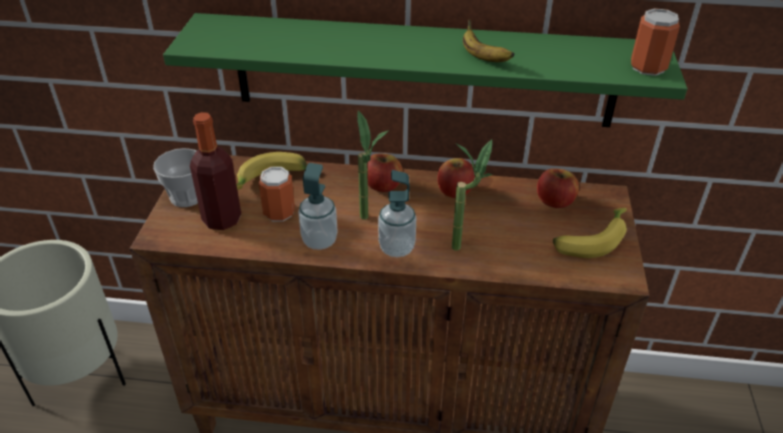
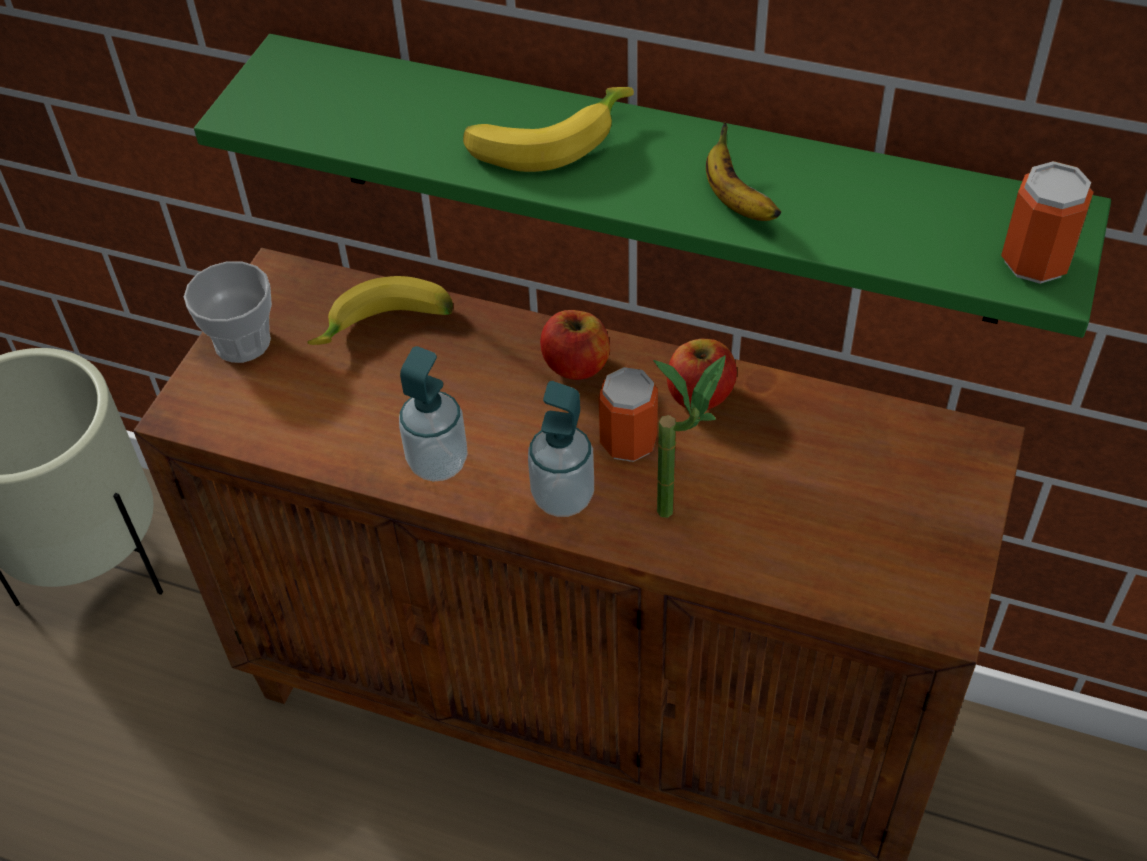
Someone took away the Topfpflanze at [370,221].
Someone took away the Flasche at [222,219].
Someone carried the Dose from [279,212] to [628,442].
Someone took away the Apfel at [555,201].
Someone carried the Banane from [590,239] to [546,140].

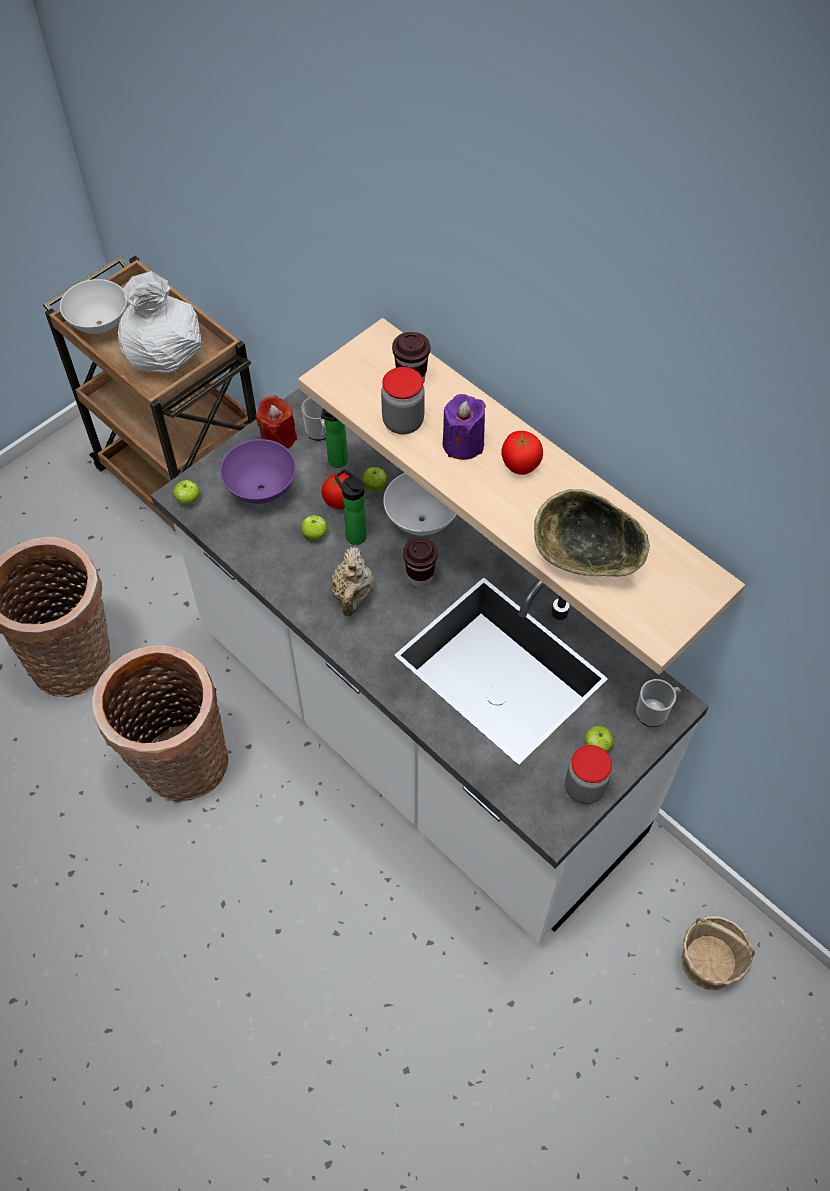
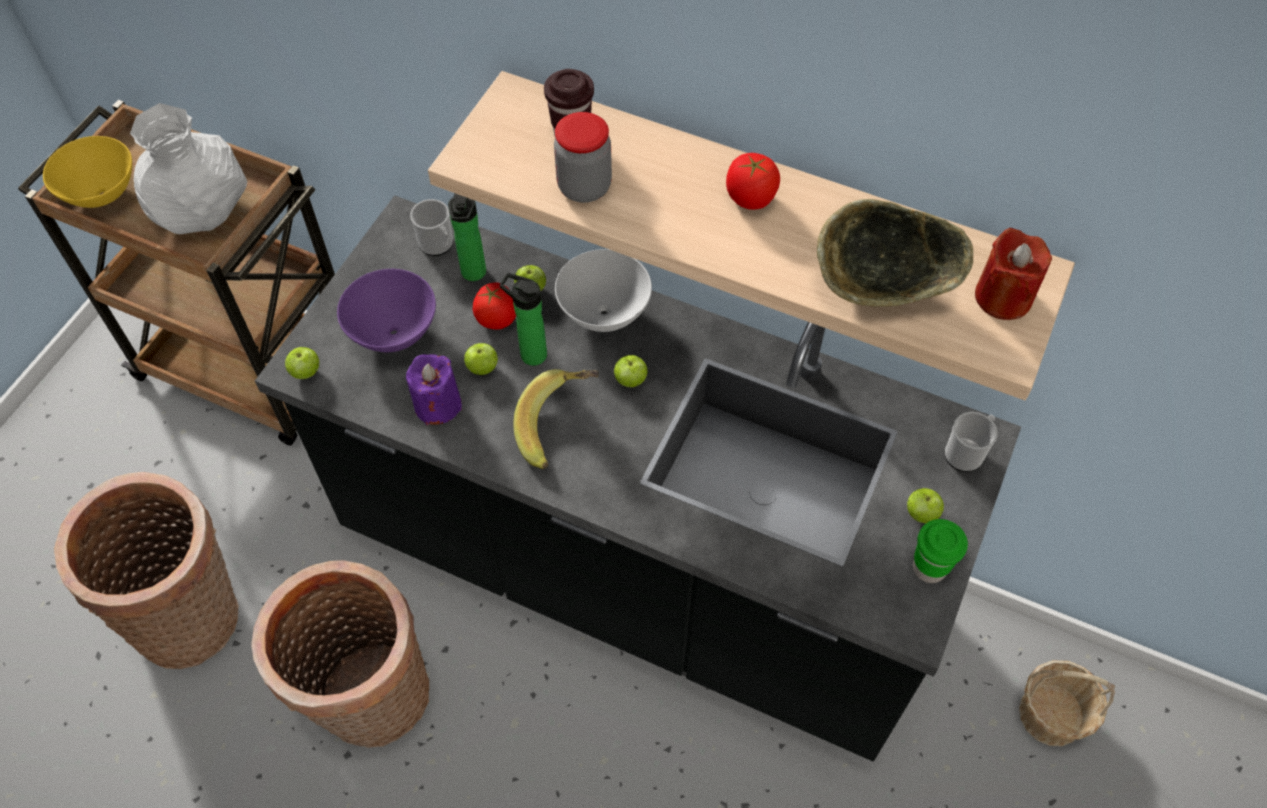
Someone repainted the Schüssel [weiß] at [100,324], which became the Schüssel [gelb] at [102,194].
Someone repainted the Küchenzeile [weiß] at [415,736], which became the Küchenzeile [schwarz] at [633,572].
Someone carried the Kerze [lila] from [463,444] to [437,405].
Someone carried the Kerze [rot] from [278,438] to [1003,297].
Someone swapped the Tasse [braun] at [420,577] for the Apfel at [630,380].
Someone swapped the Teekanne [beige] at [353,595] for the Banane at [560,426].
Someone swapped the Vorratsglas at [584,788] for the Tasse [grün] at [929,568].

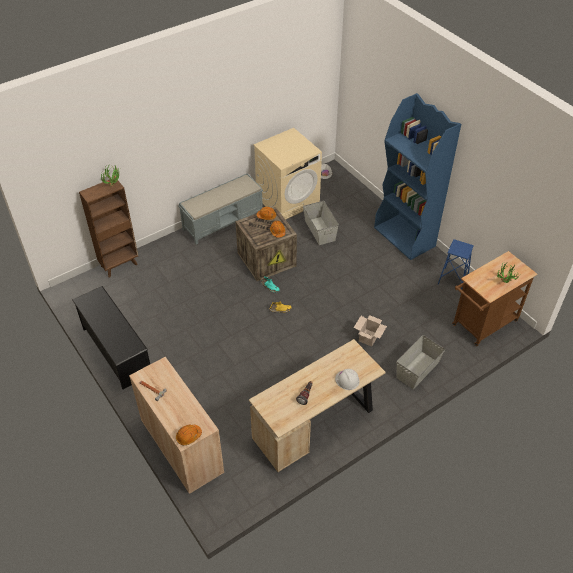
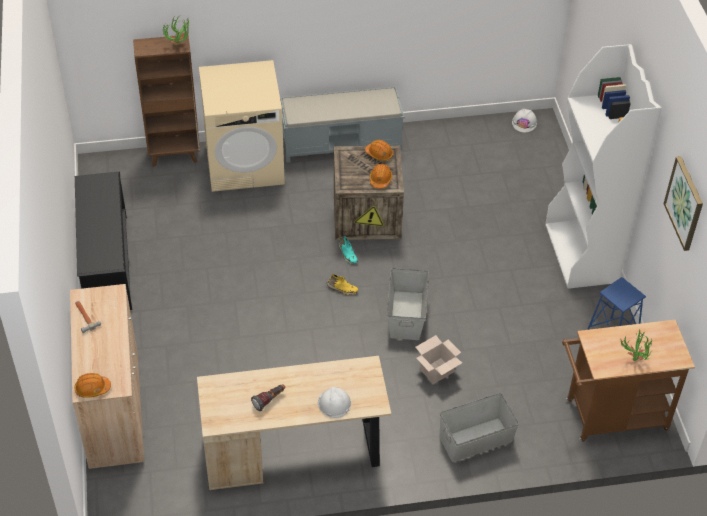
Someone repainted the Bücherregal [blau] at [405,237], which became the Bücherregal [weiß] at [581,254].
Someone carried the Waschmaschine [beige] from [288,200] to [245,164].
Someone carried the Aufbewahrungsbox [grau] from [319,231] to [406,315].
Someone put up the Bild at [685,203].

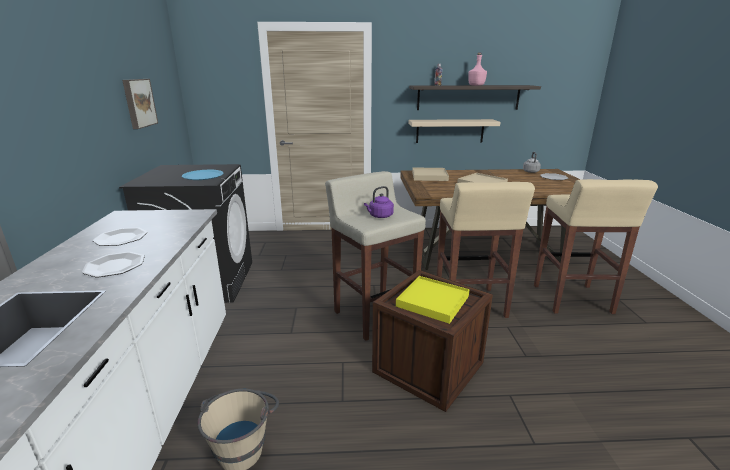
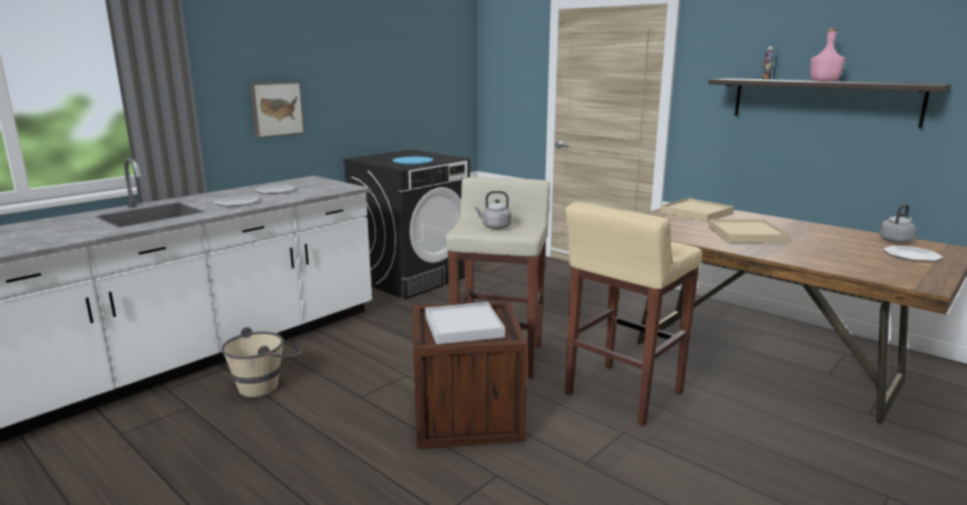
Someone carried the Bild from [138,103] to [276,109].
Someone took away the Wandregal [beige] at [450,131].
Someone took away the Hocker [beige] at [572,300].
Someone repainted the Wasserkessel [lila] at [379,216], which became the Wasserkessel [grau] at [494,227].
Someone repainted the Tablett [gelb] at [432,301], which became the Tablett [weiß] at [463,326].

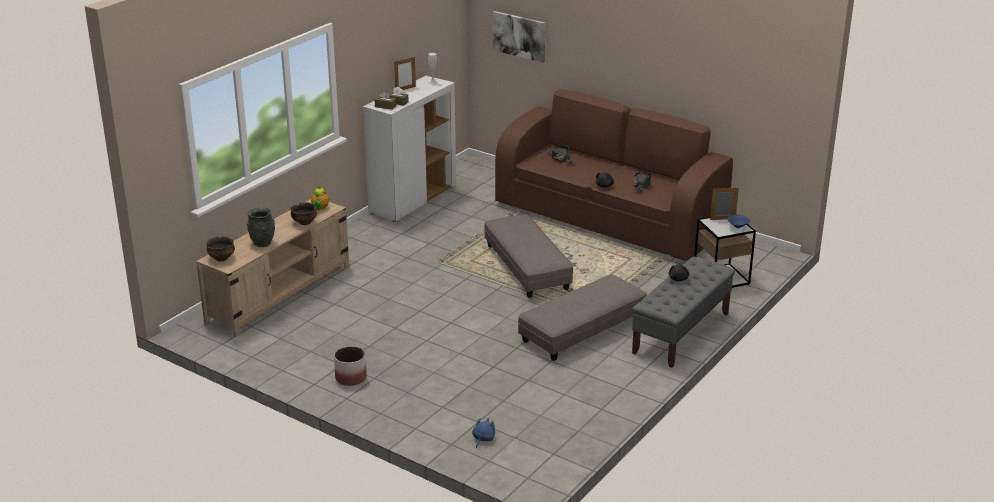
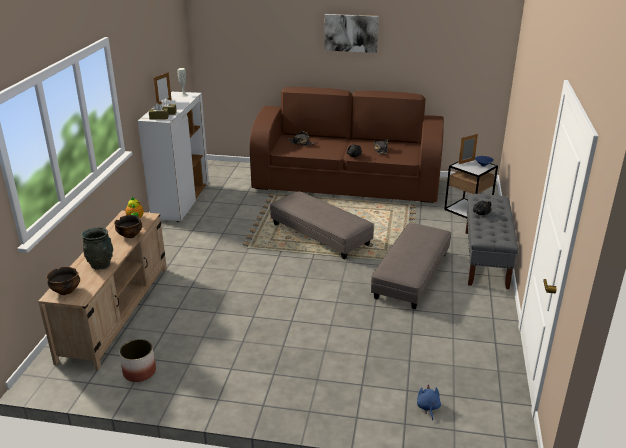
Someone carried the Bild from [519,36] to [351,33].
Someone carried the Pflanzkübel from [351,378] to [140,372].

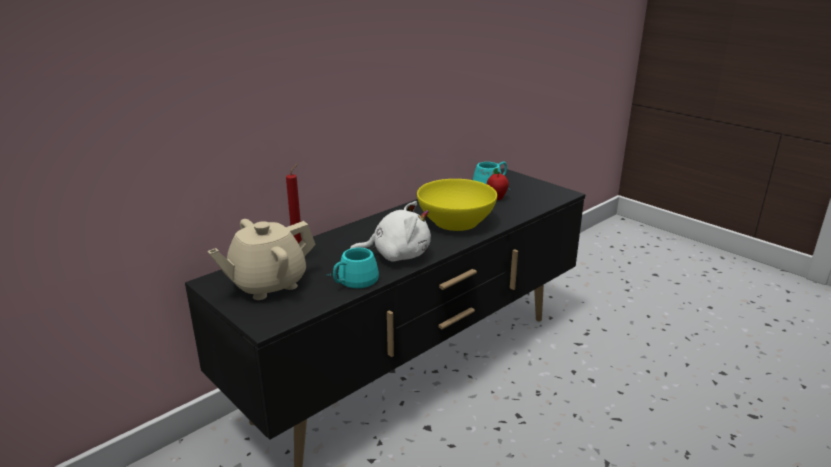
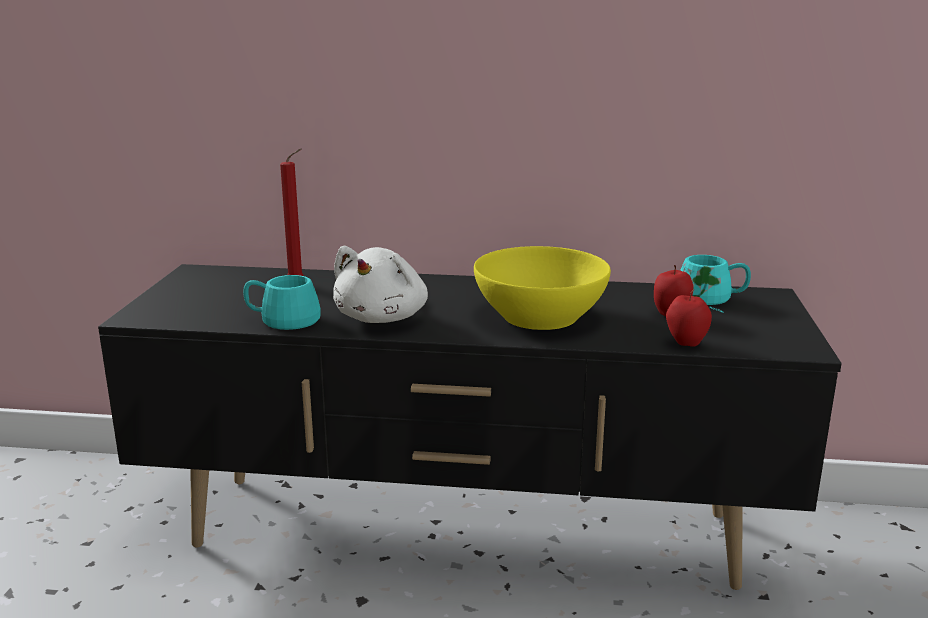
Someone rotated the Plüschtier [weiß] at [397,255] by 60 degrees clockwise.
Someone took away the Teekanne [beige] at [267,284].
Someone put down the Apfel at [686,343].

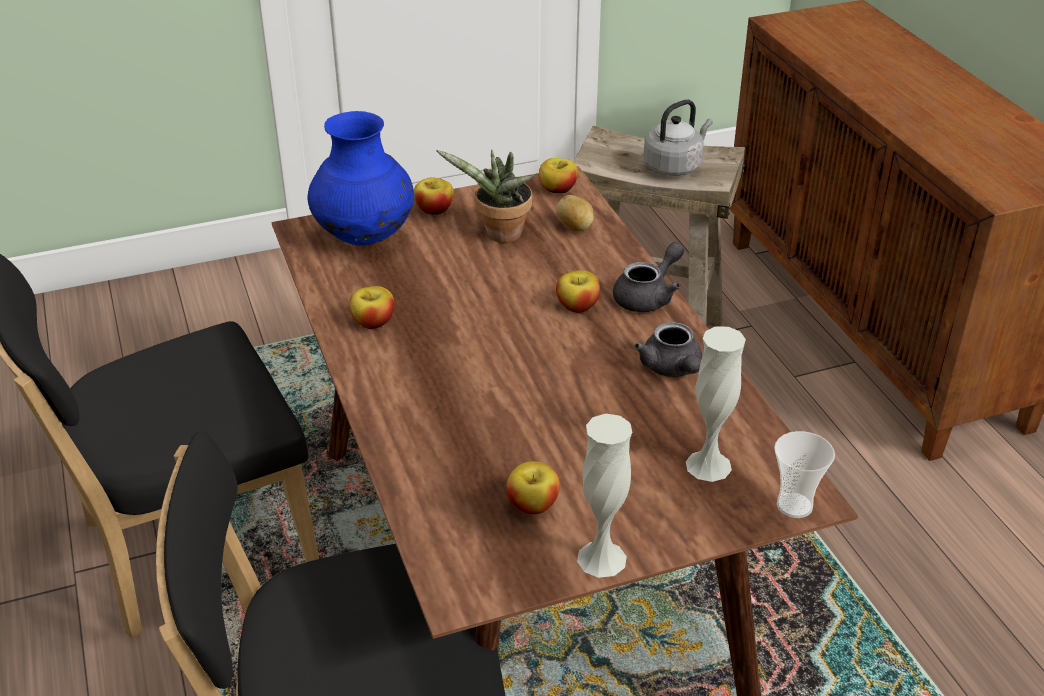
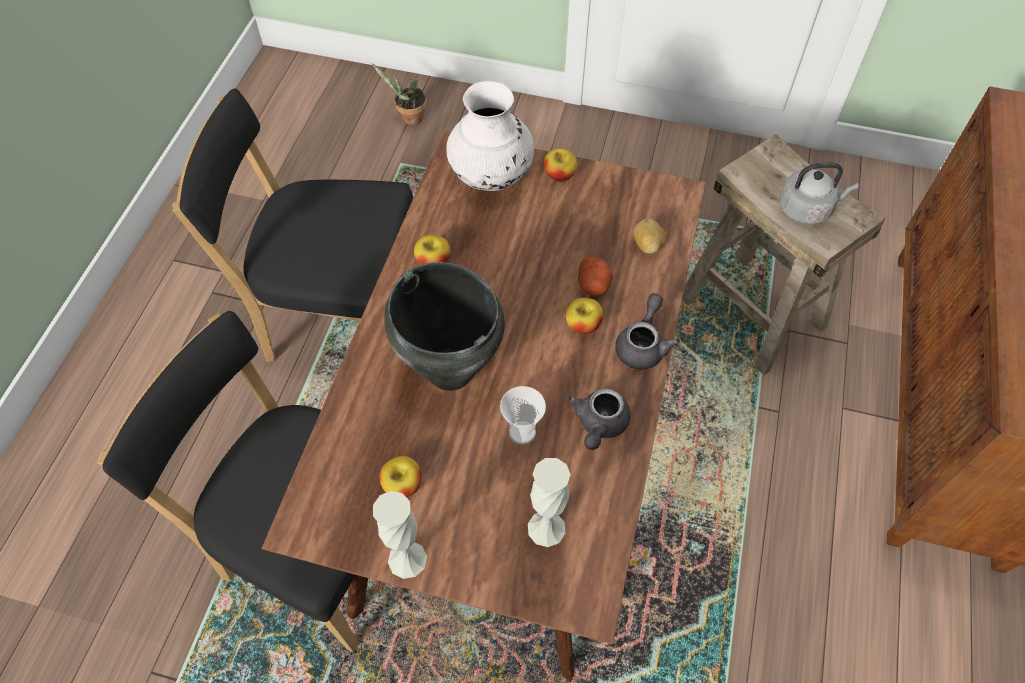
Someone repainted the Vase [blau] at [365,237], which became the Vase [weiß] at [491,177].
Someone carried the Topfpflanze from [499,236] to [409,119].
Someone took away the Apfel at [558,189].
Someone rotated the Teekanne [grau] at [648,296] by 60 degrees counterclockwise.
Someone carried the Tasse from [794,505] to [522,432].
Someone put down the Kartoffel at [594,285].
Someone put down the Kochtopf [schwarz] at [450,371].

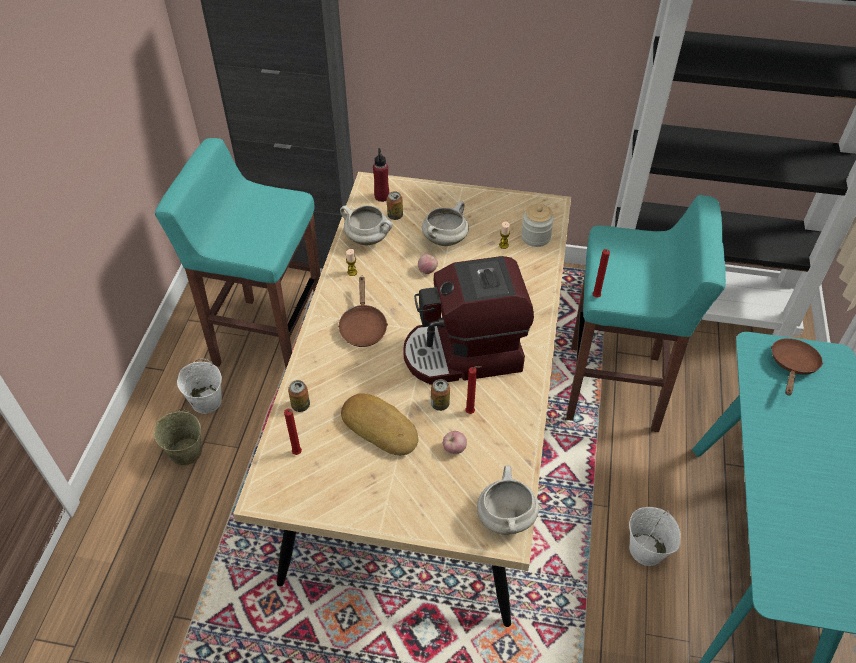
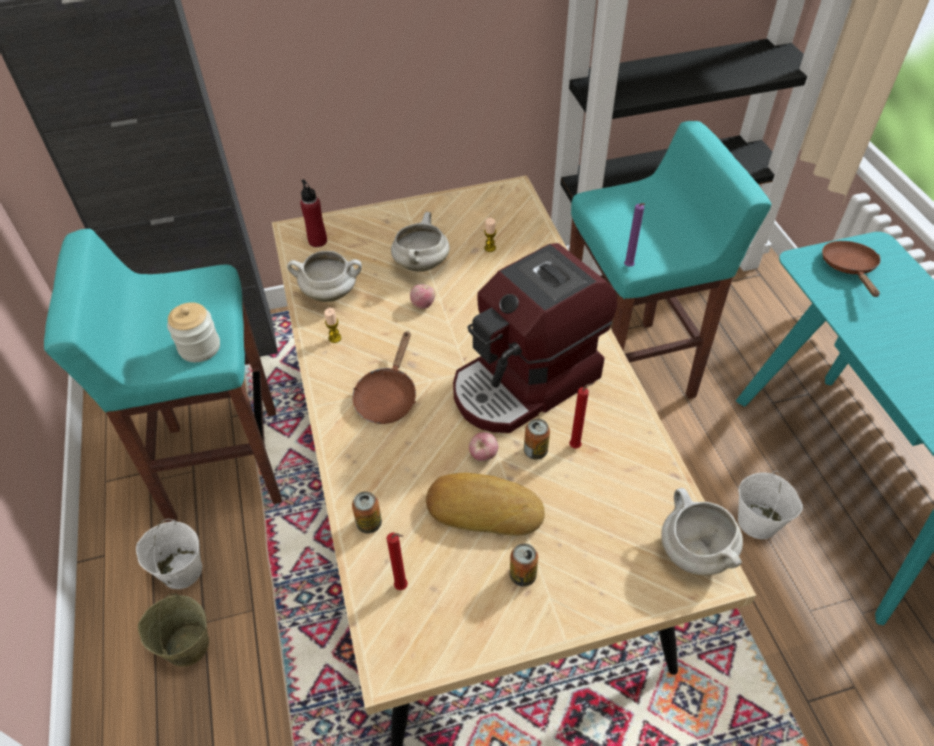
Someone carried the Dose from [395,216] to [522,575].
Someone carried the Vorratsglas from [535,237] to [199,347].
Someone repainted the Kerze [rot] at [596,298], which became the Kerze [lila] at [629,267].
Someone rotated the Pfanne [braun] at [363,327] by 45 degrees clockwise.
Someone carried the Apfel from [454,449] to [483,455].

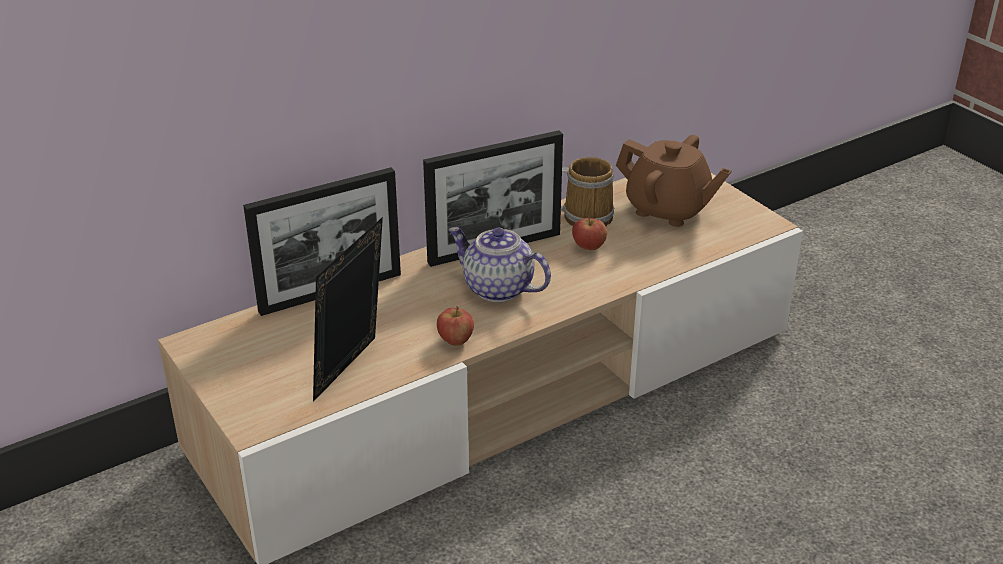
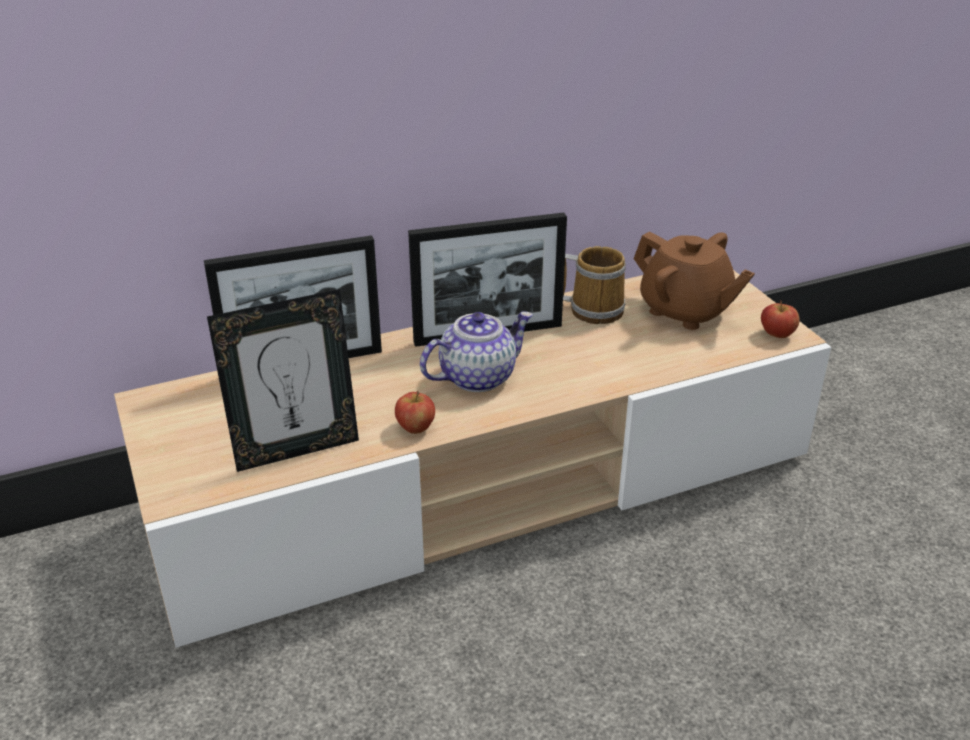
Someone carried the Apfel from [589,247] to [777,334].
Someone rotated the Bilderrahmen at [353,371] by 150 degrees counterclockwise.
Someone rotated the Teekanne at [497,288] by 105 degrees clockwise.

